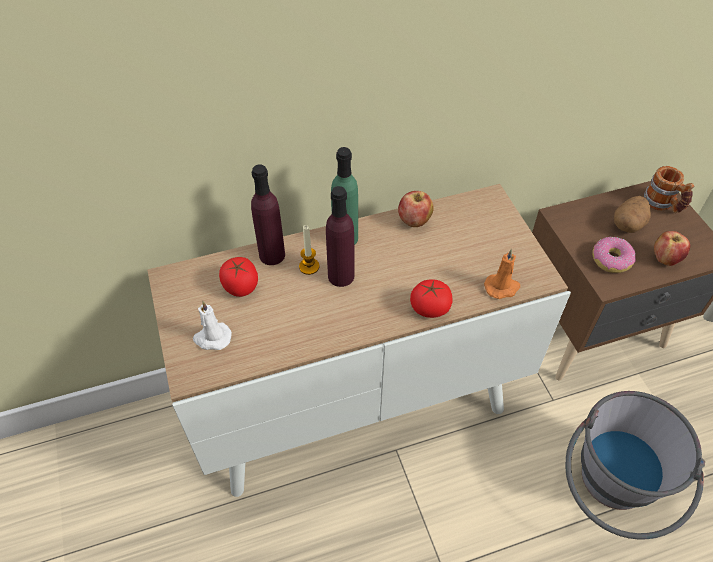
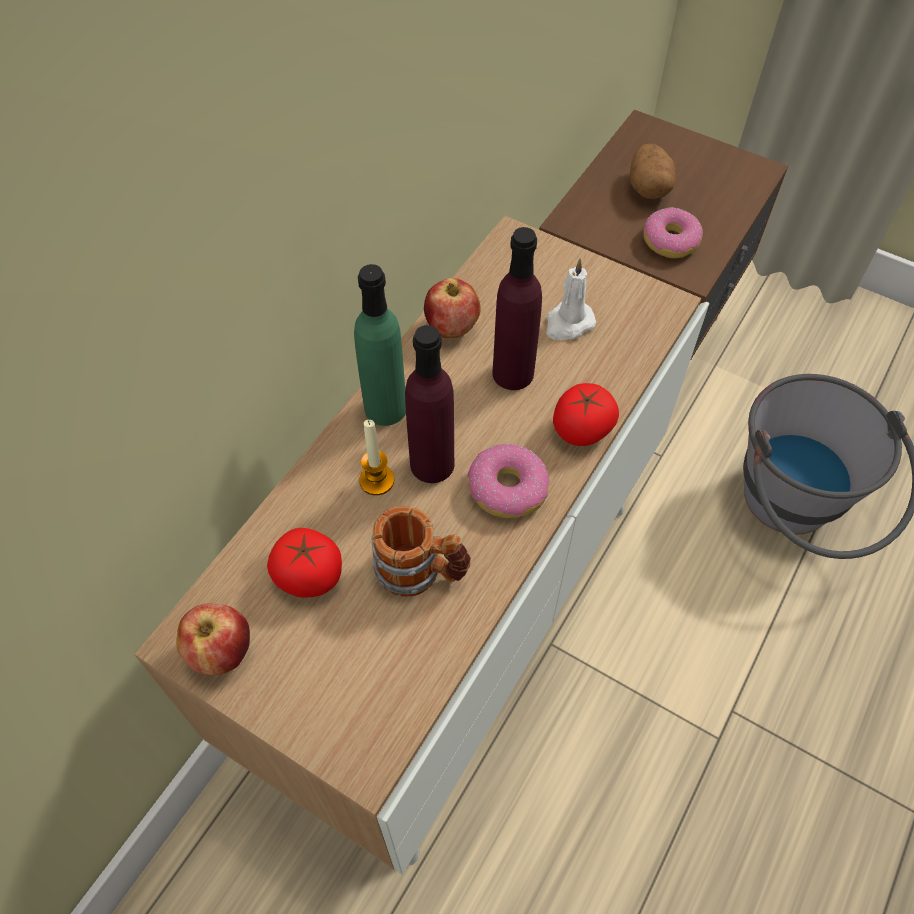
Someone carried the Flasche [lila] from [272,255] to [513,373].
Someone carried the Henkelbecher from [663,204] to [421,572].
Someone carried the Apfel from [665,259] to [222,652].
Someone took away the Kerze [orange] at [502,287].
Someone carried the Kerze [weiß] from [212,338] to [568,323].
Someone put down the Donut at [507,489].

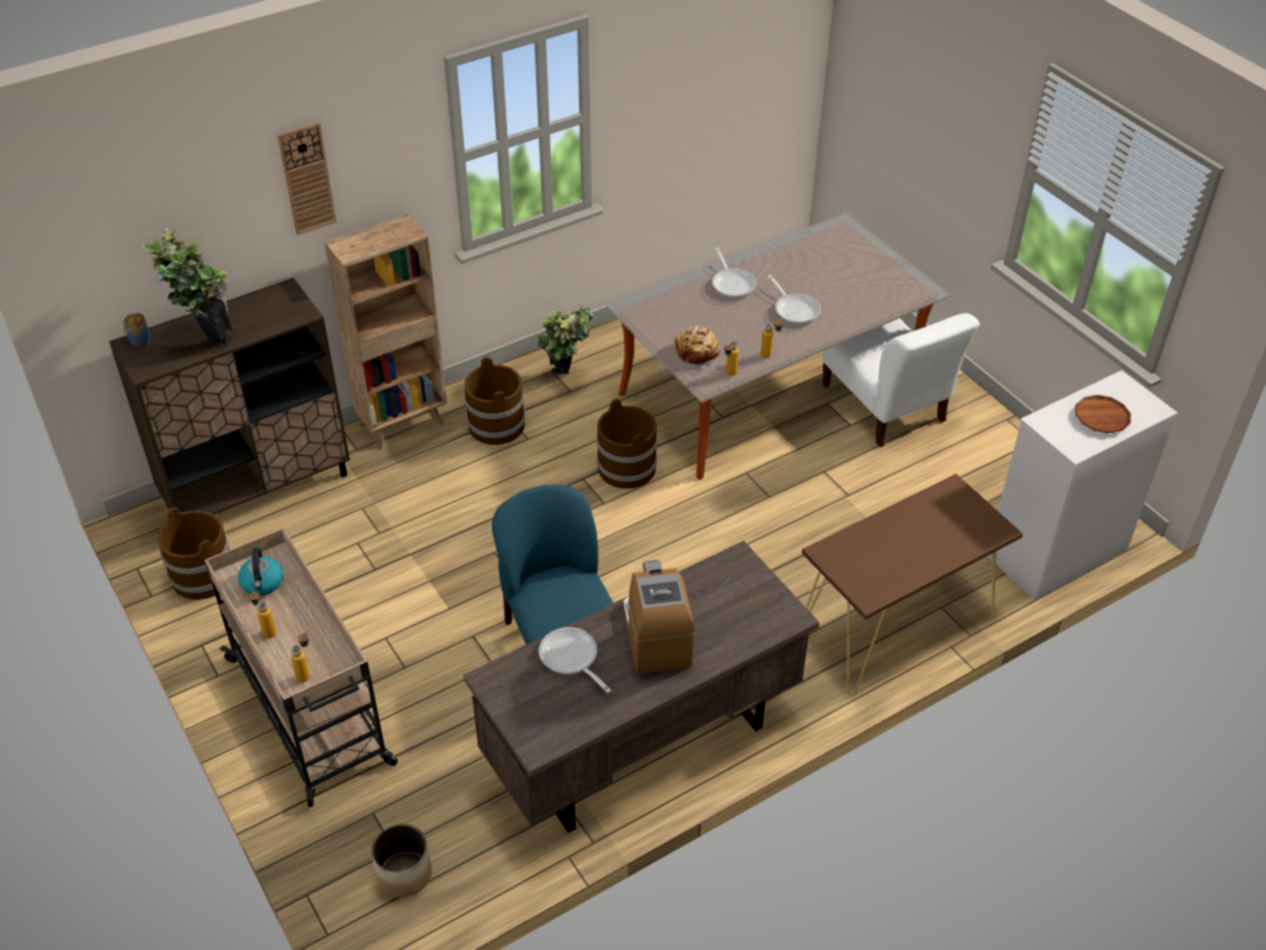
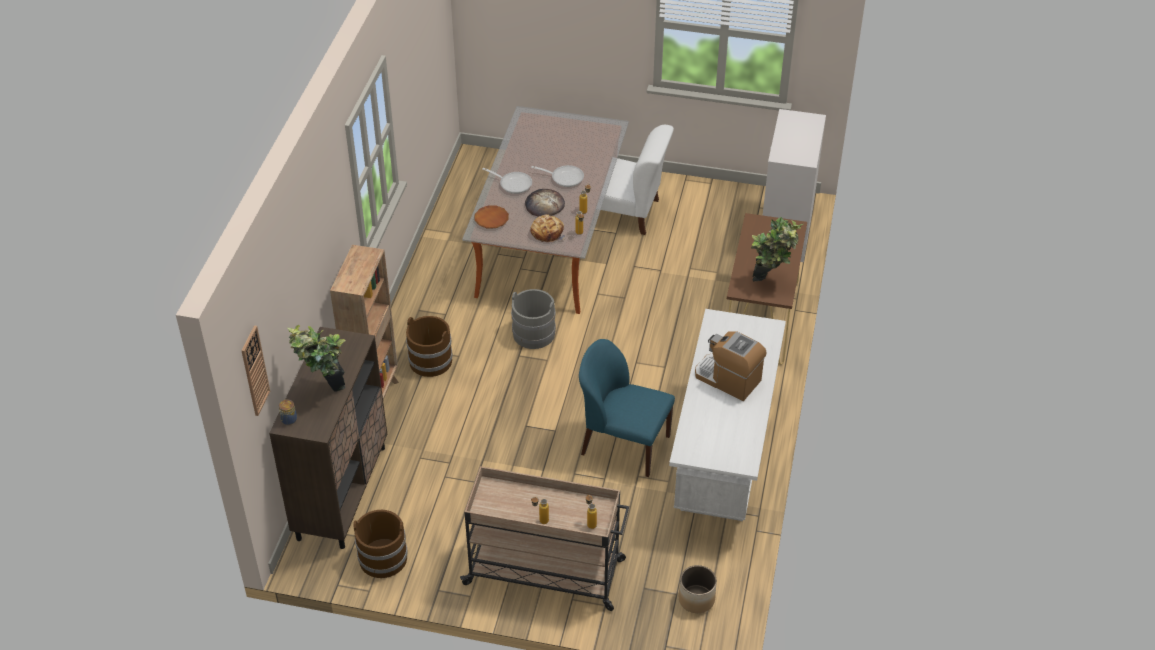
Someone carried the Wanduhr from [307,178] to [254,371].
Someone carried the Topfpflanze from [566,382] to [771,282].
Someone carried the Teller [braun] from [1101,417] to [491,219].
Someone repainted the Eimer [braun] at [626,467], which became the Eimer [grau] at [533,334].
Someone repainted the Schreibtisch [braun] at [642,747], which became the Schreibtisch [weiß] at [723,459].
Someone took away the Wasserkessel at [262,583].
Someone took away the Pfanne at [571,659].
Someone put down the Brot at [544,205].

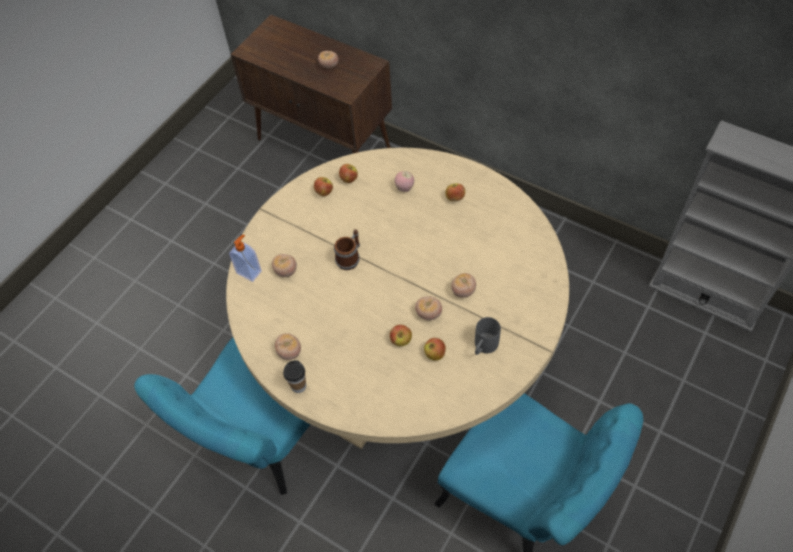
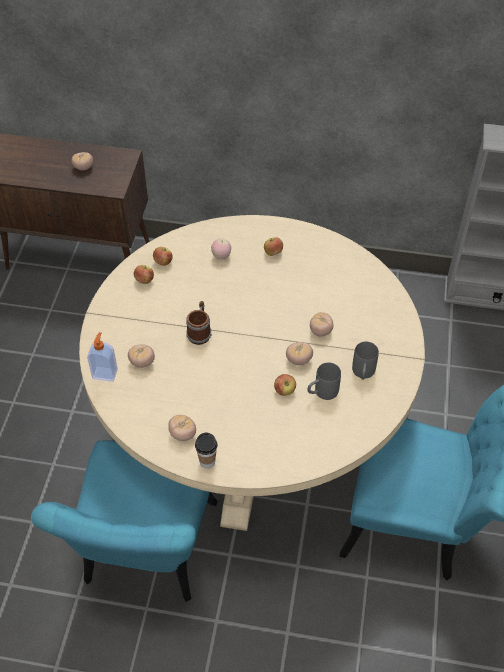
Someone swapped the Apfel at [435,354] for the Henkelbecher [grau] at [321,393].

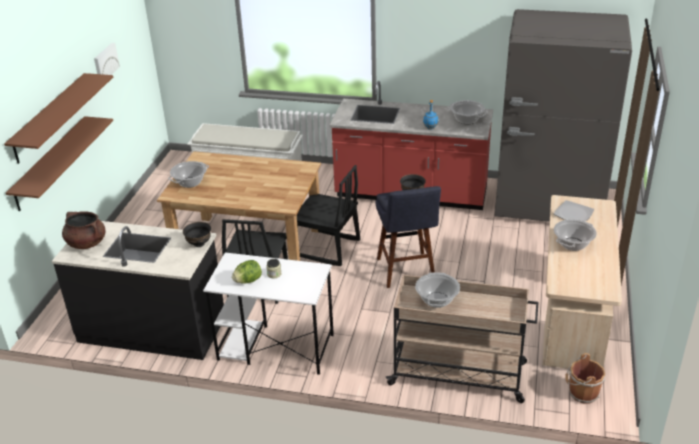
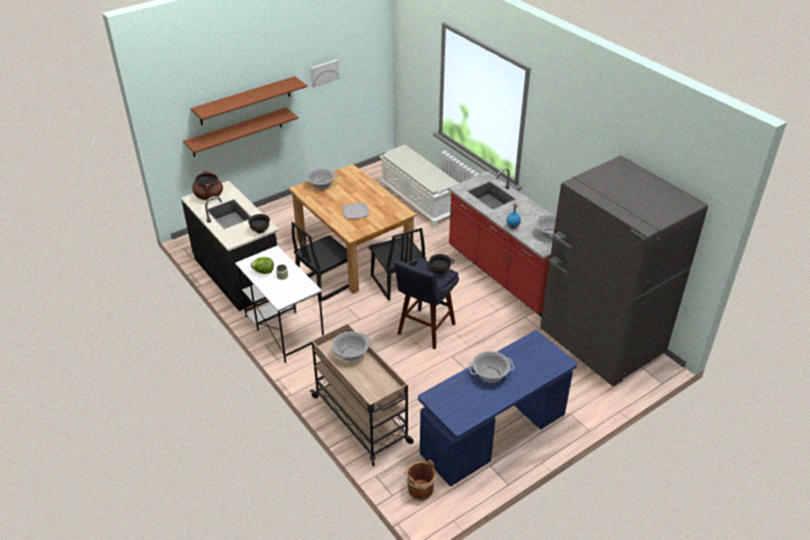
Someone repainted the Schreibtisch [beige] at [573,315], which became the Schreibtisch [blau] at [493,435].
Someone carried the Teller from [573,213] to [355,212].

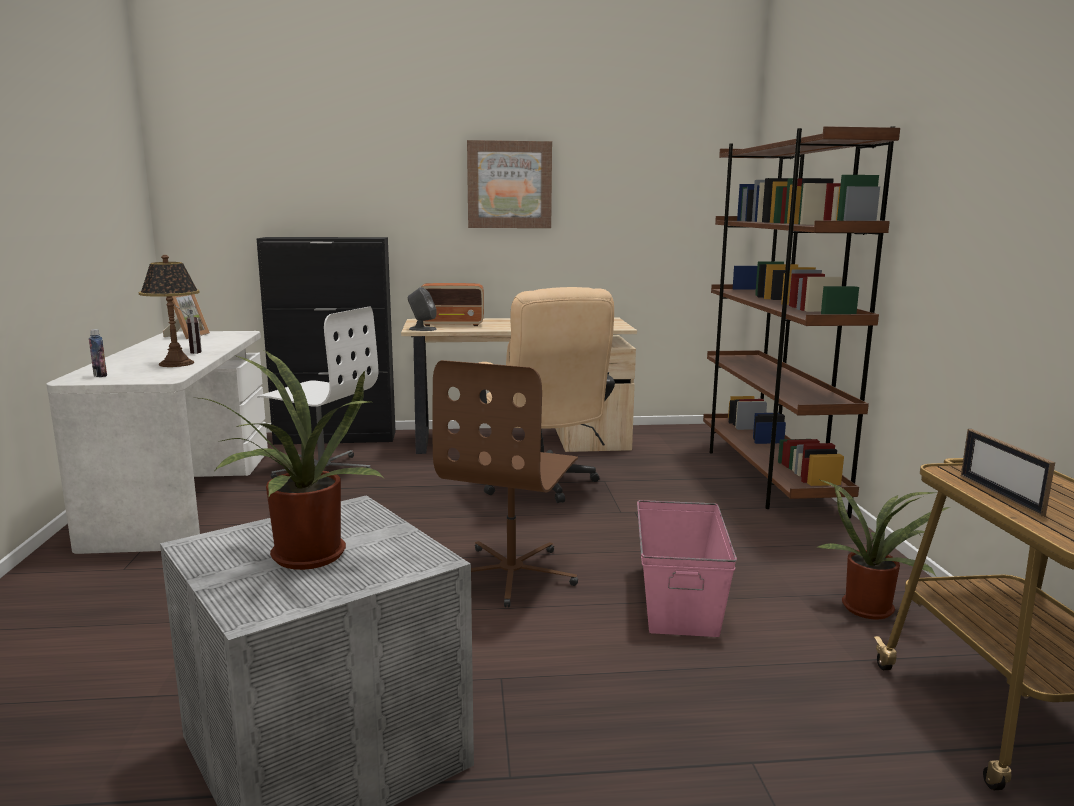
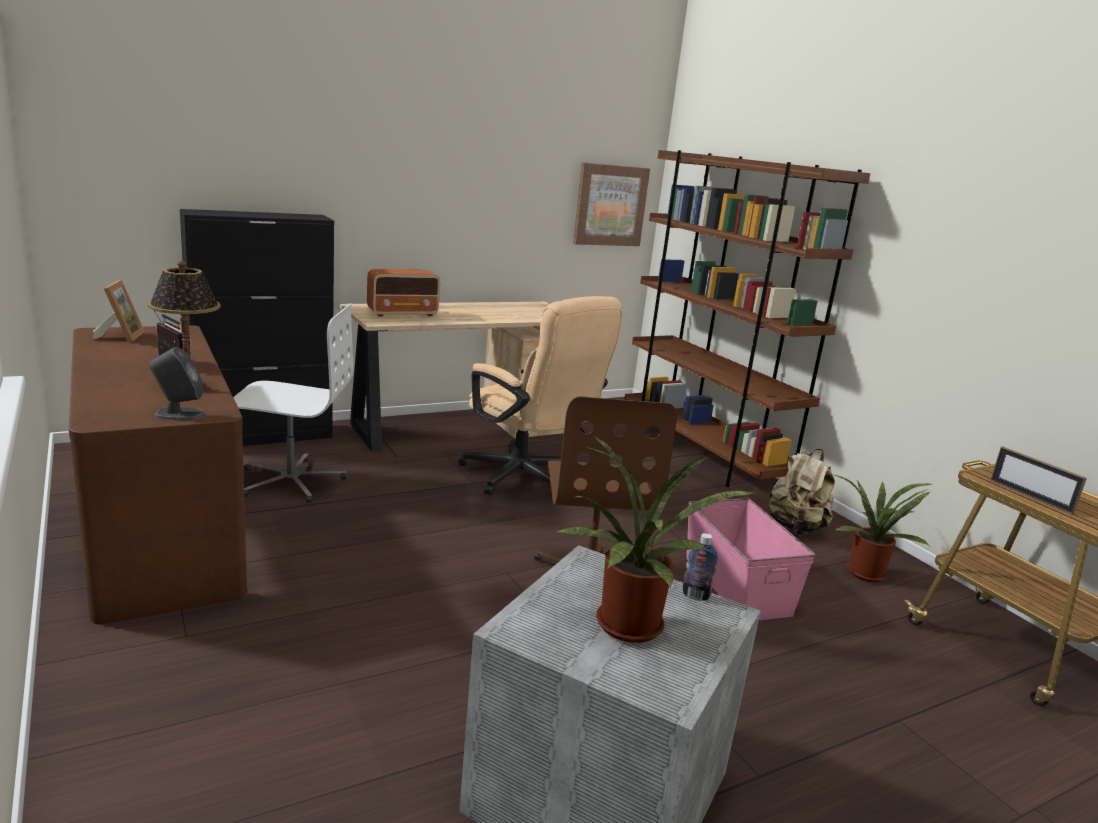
Someone carried the Bild from [509,185] to [610,205].
Someone carried the Lautsprecher [grau] from [422,329] to [178,414].
Someone carried the Flasche from [100,375] to [695,595].
Someone repainted the Schreibtisch [weiß] at [185,494], which became the Schreibtisch [braun] at [157,528].
Someone put down the Rucksack [beige] at [796,528].

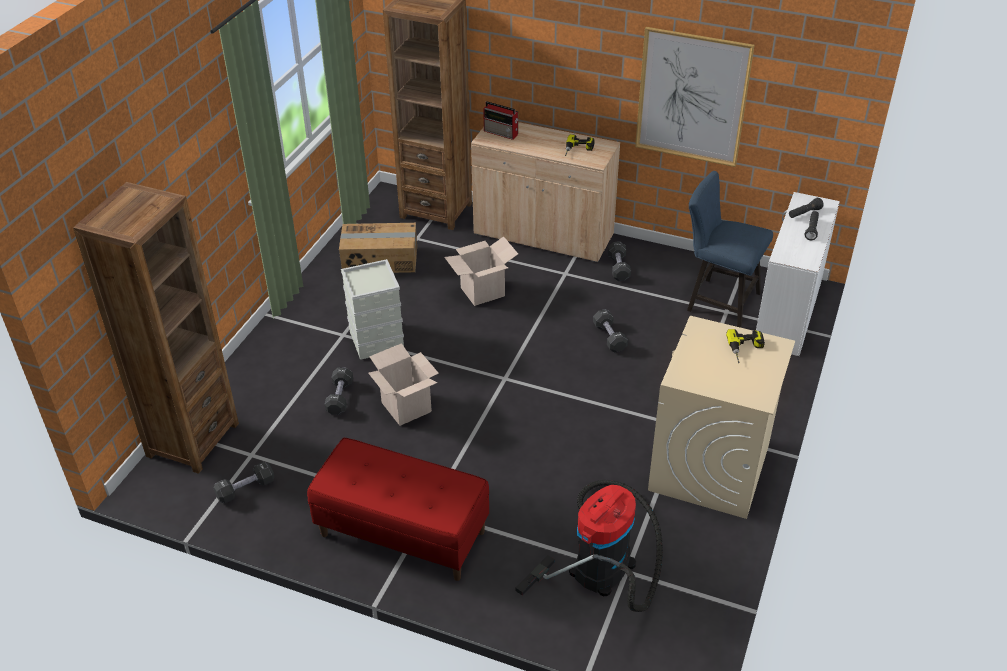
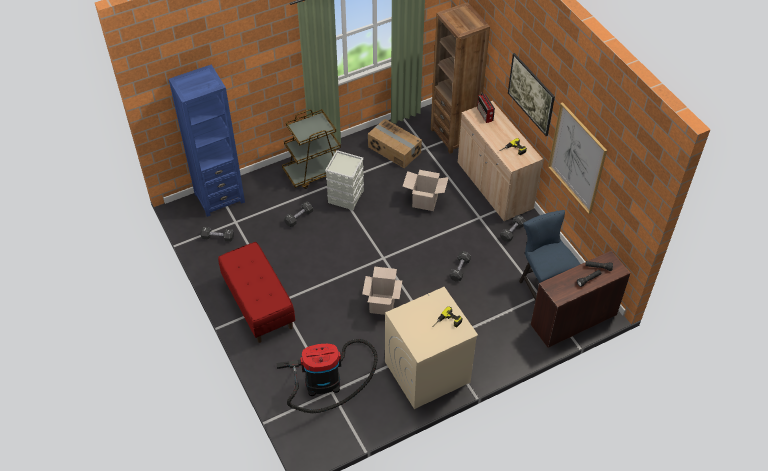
Someone repainted the Bücherregal [braun] at [192,439], which became the Bücherregal [blau] at [219,198].
Someone repainted the Schreibtisch [weiß] at [786,313], which became the Schreibtisch [braun] at [573,319].
Someone carried the Karton from [406,407] to [382,304].
Someone put up the Bild at [529,104].
Someone put down the Rollwagen [braun] at [314,172].

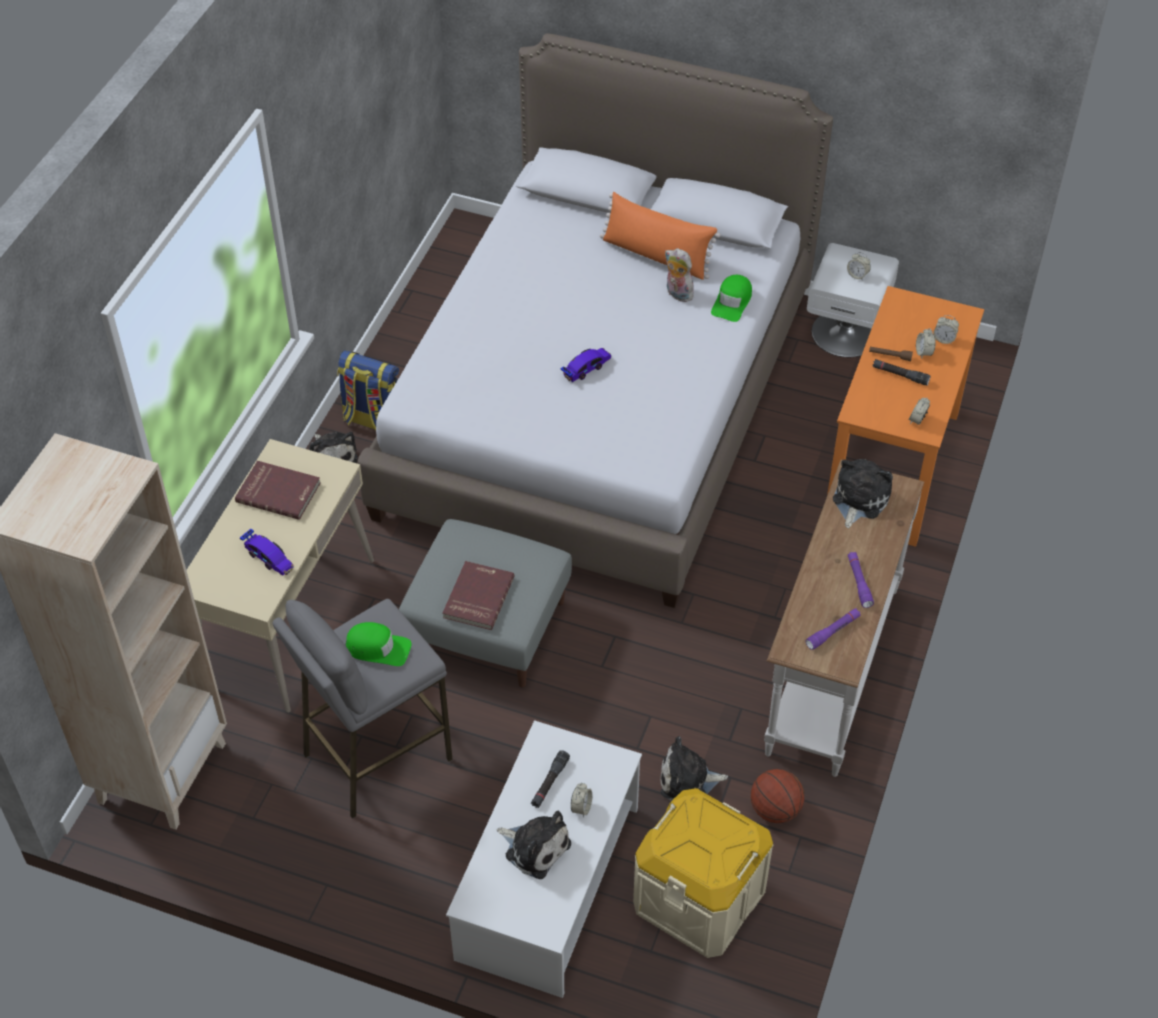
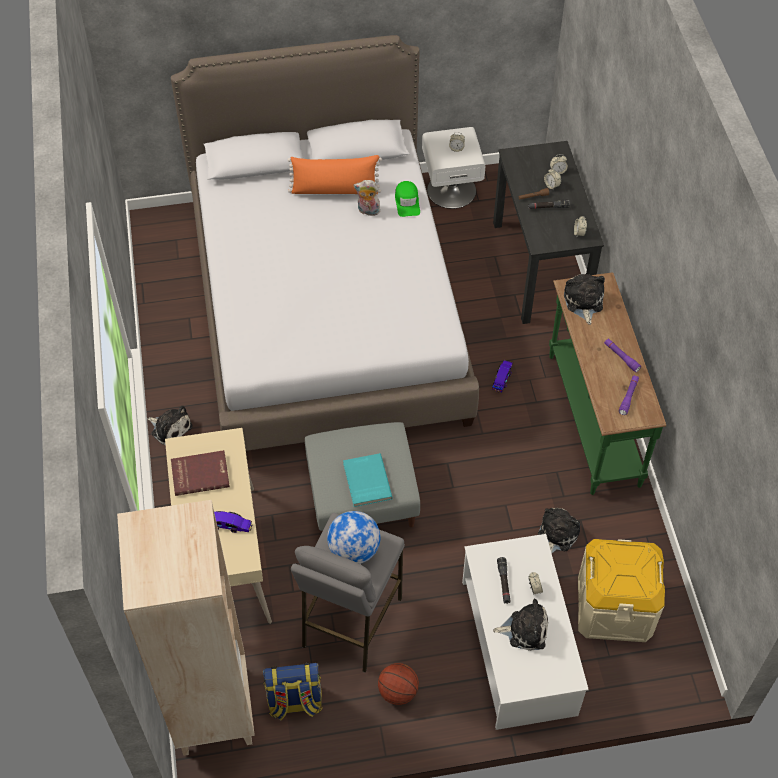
Someone repainted the Schreibtisch [orange] at [892,466], which became the Schreibtisch [schwarz] at [539,268].
Someone carried the Spielzeugauto from [586,368] to [502,378].
Someone carried the Rucksack from [373,420] to [295,702].
Someone repainted the Konsolentisch [weiß] at [830,669], which became the Konsolentisch [grün] at [591,420].
Someone repainted the Buch [rot] at [477,597], which became the Buch [türkis] at [366,481].
Someone swapped the Kappe [grün] at [378,648] for the Globus at [354,550].
Someone rotated the Plüschtier at [687,780] by 150 degrees clockwise.
Someone carried the Basketball from [775,810] to [398,691].

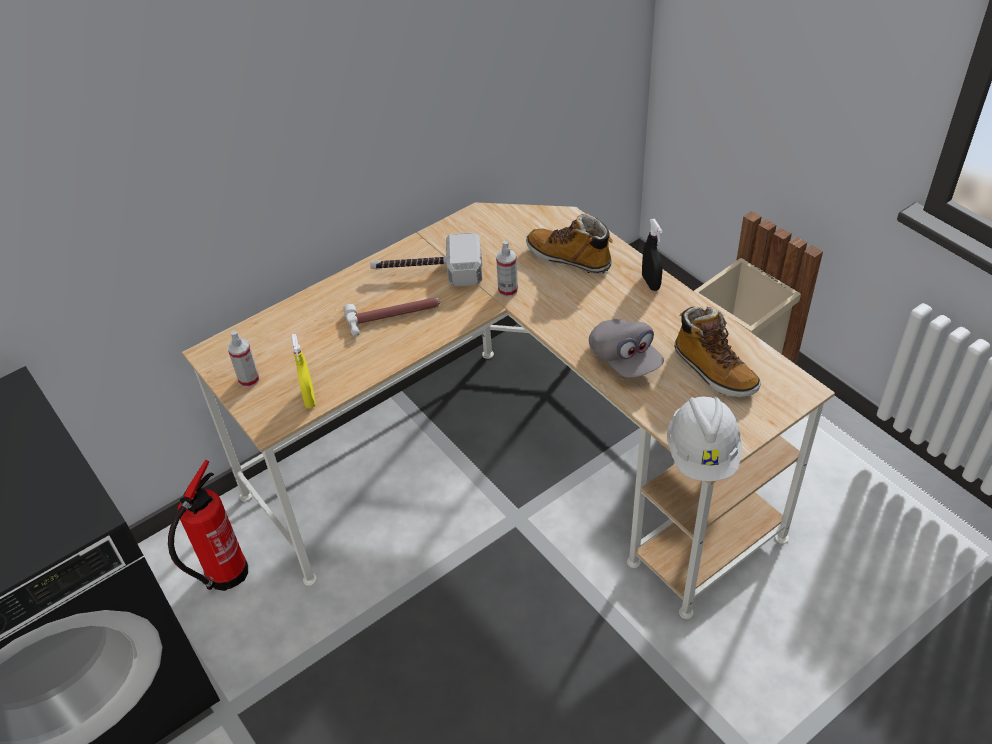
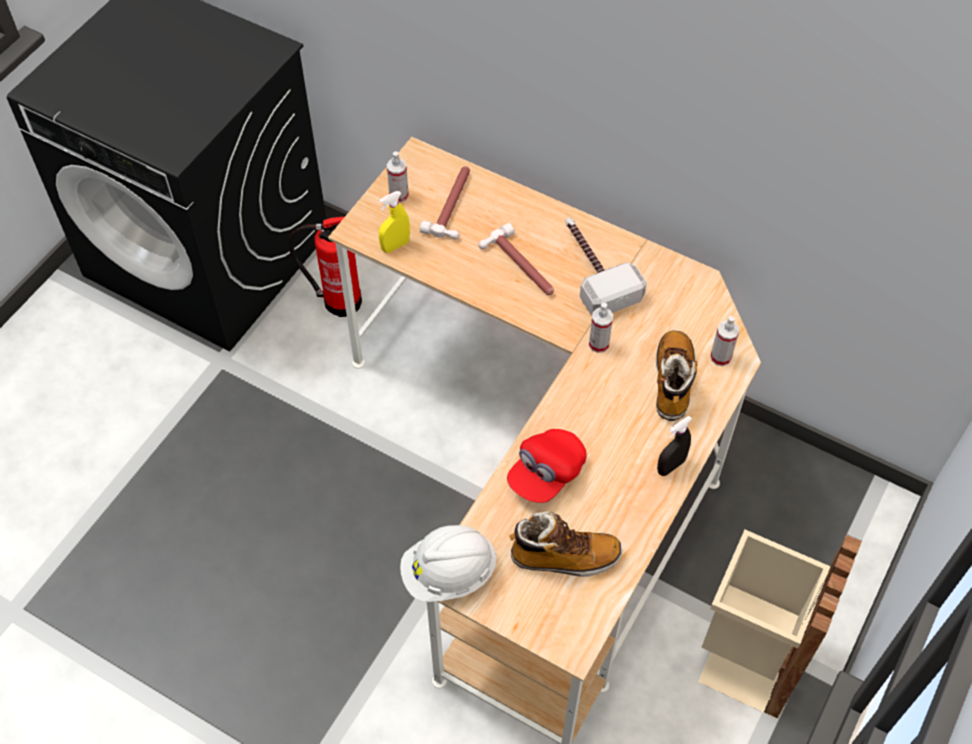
Someone rotated the Stiefel at [713,371] by 120 degrees counterclockwise.
Someone repainted the Kappe [grau] at [625,360], which became the Kappe [rot] at [546,474].
Someone put down the Hammer at [453,204].
Someone put down the Sprühflasche at [720,357].

